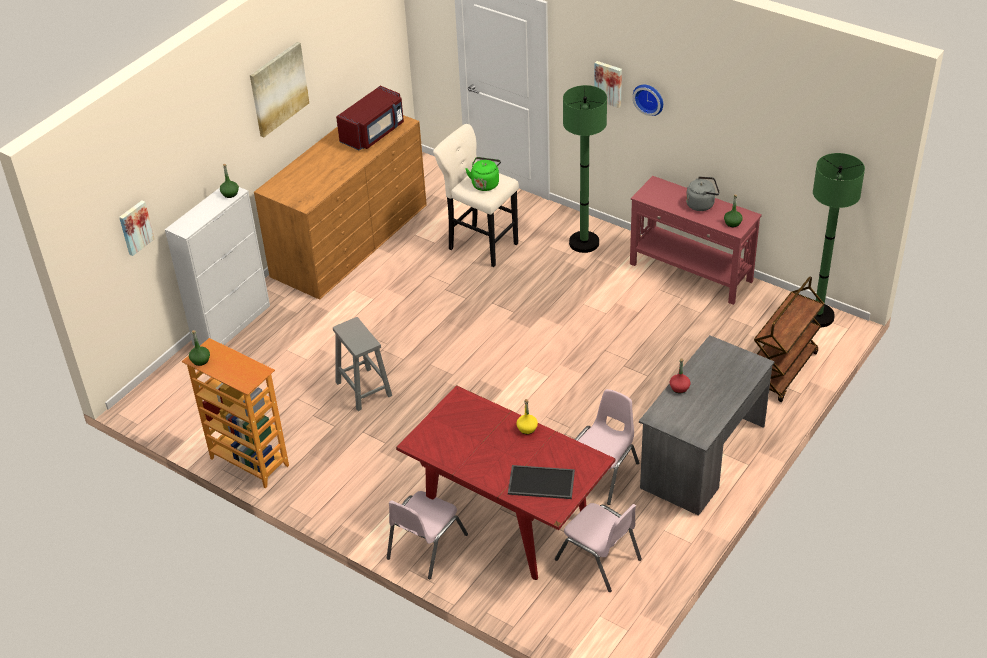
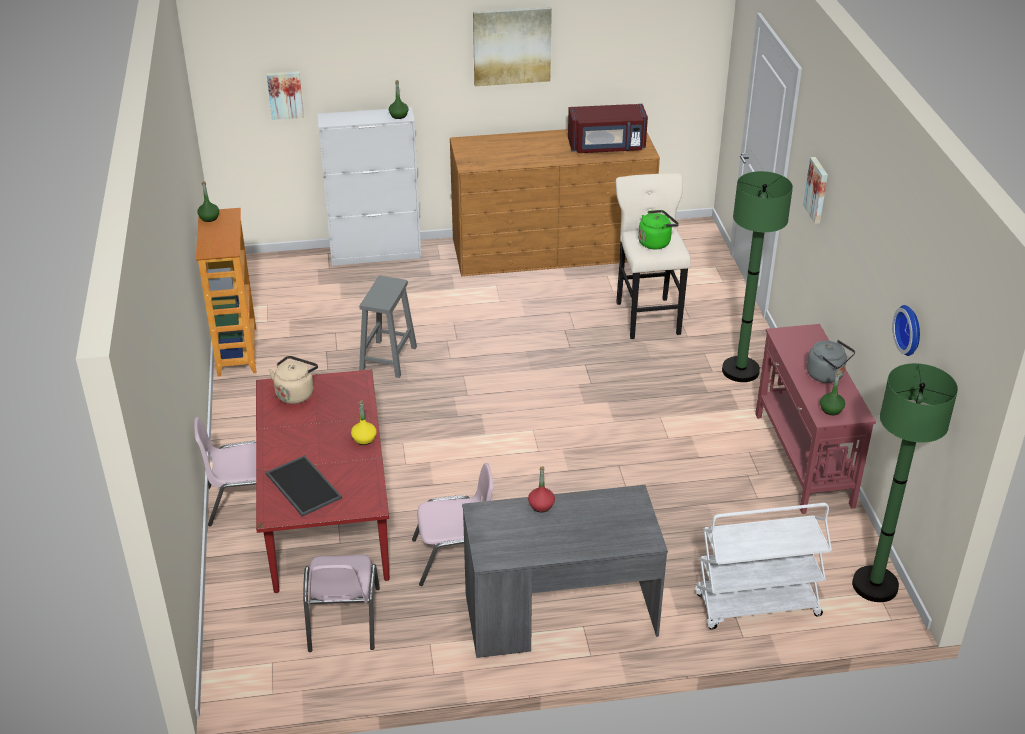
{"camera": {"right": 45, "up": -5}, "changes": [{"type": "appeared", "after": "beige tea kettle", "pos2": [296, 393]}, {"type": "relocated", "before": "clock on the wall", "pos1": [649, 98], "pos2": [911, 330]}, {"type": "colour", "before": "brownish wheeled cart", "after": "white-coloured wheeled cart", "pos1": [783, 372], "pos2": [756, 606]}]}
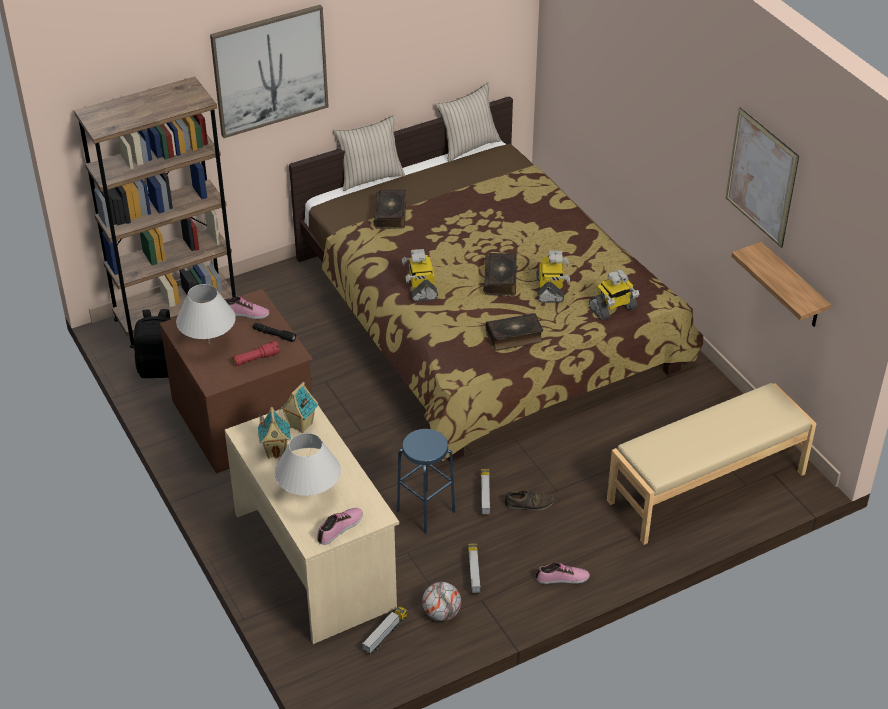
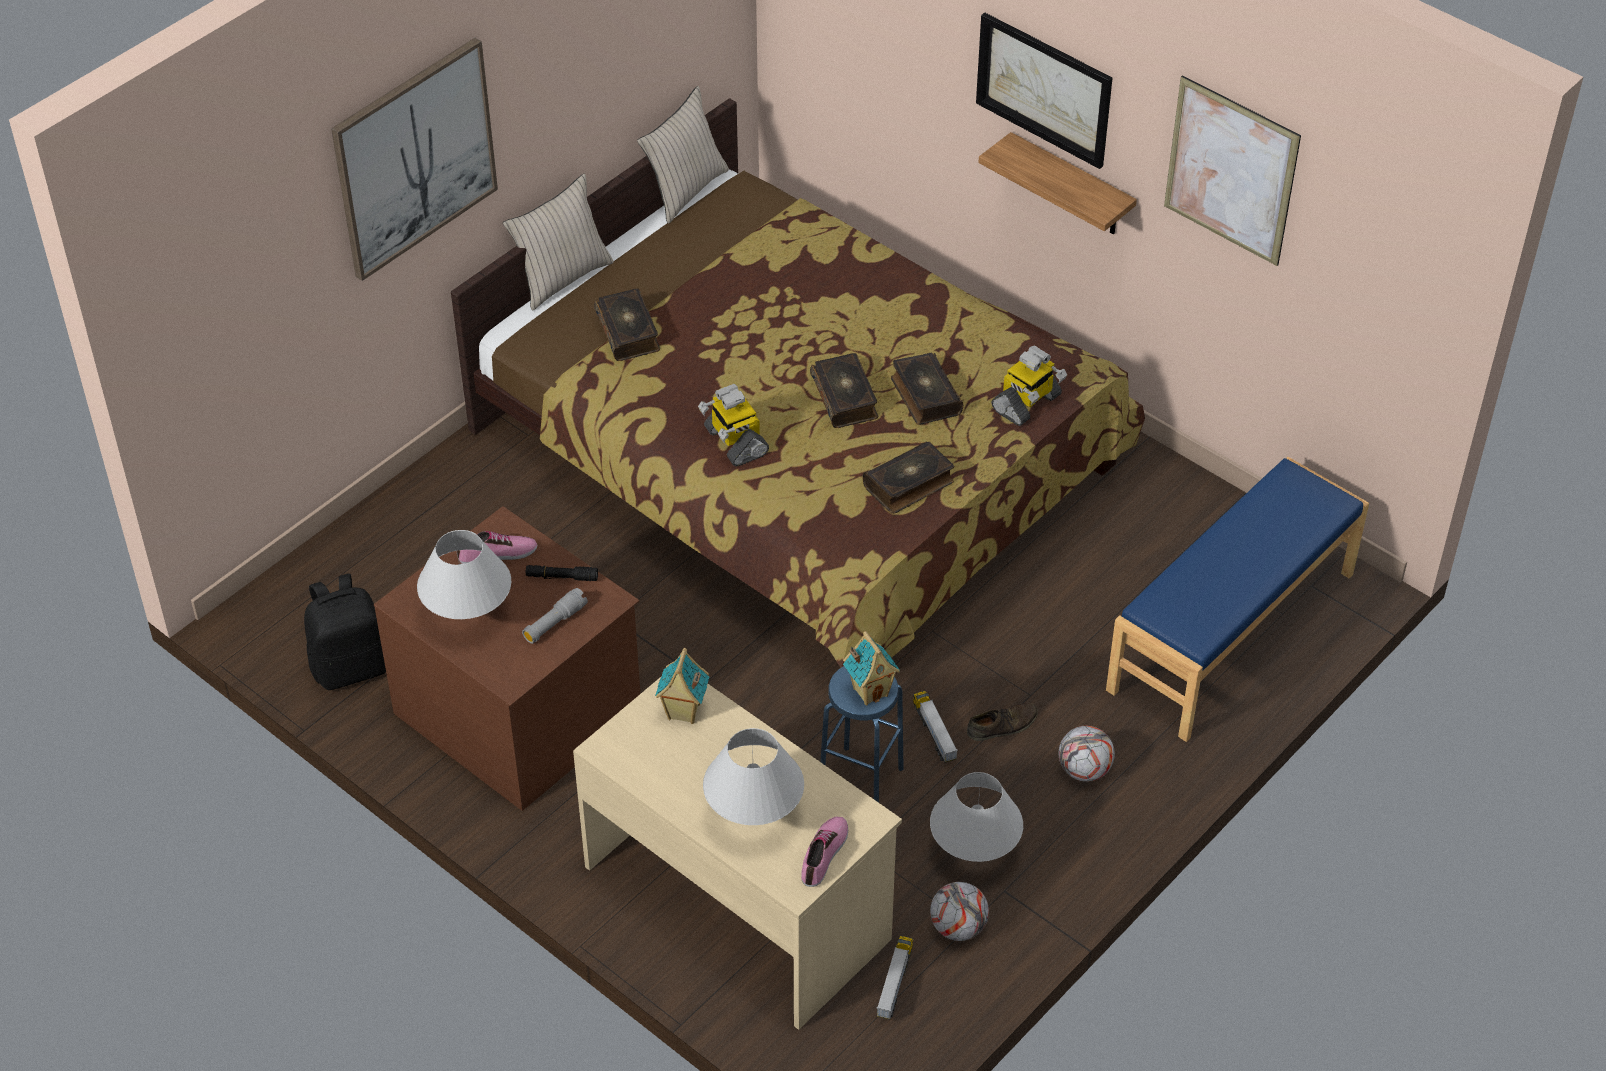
{"camera": {"right": -20, "up": 5}, "changes": [{"type": "missing", "before": "brownish shelving unit", "pos1": [176, 315]}, {"type": "missing", "before": "low shoe", "pos1": [562, 578]}, {"type": "appeared", "after": "wall art", "pos2": [1044, 89]}, {"type": "appeared", "after": "football ball", "pos2": [1084, 770]}, {"type": "relocated", "before": "model house", "pos1": [276, 451], "pos2": [870, 691]}, {"type": "relocated", "before": "wall shelf", "pos1": [792, 287], "pos2": [1071, 187]}, {"type": "exchanged", "before": "toy lorry", "after": "white-coloured table lamp", "pos1": [474, 573], "pos2": [974, 853]}, {"type": "exchanged", "before": "model robot", "after": "book", "pos1": [550, 290], "pos2": [925, 396]}, {"type": "colour", "before": "red hand torch", "after": "greyish hand torch", "pos1": [256, 359], "pos2": [555, 623]}, {"type": "colour", "before": "beige long seat", "after": "bluish long seat", "pos1": [707, 488], "pos2": [1233, 632]}]}
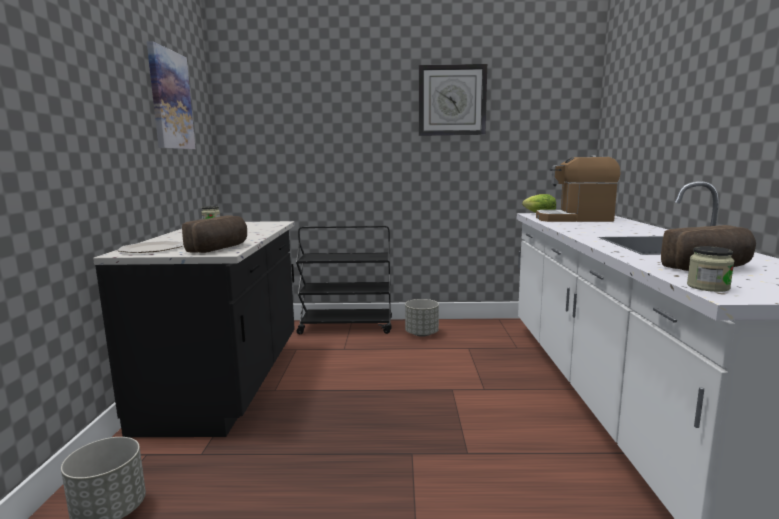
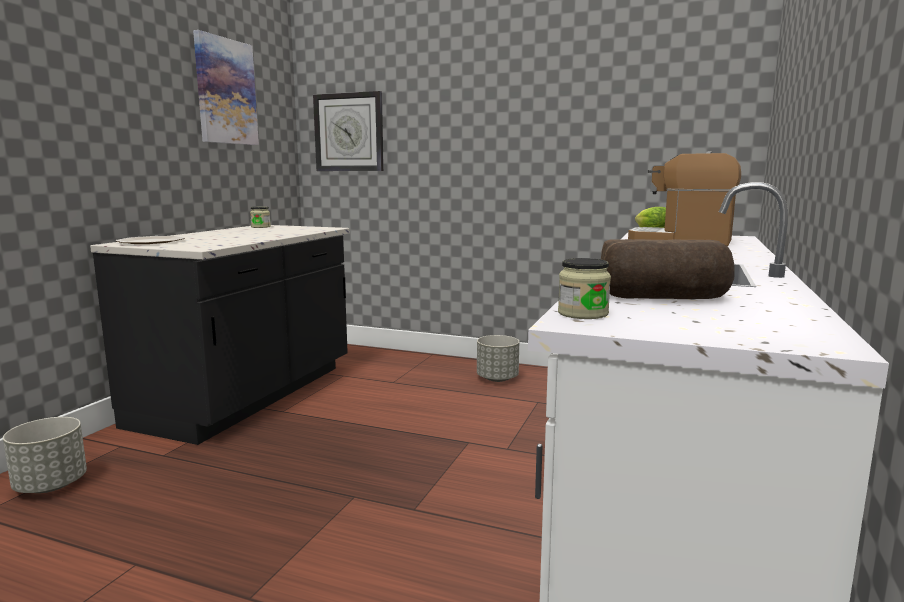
{"camera": {"right": 20, "up": 0}, "changes": [{"type": "missing", "before": "bakery bread", "pos1": [220, 248]}, {"type": "missing", "before": "black wheeled cart", "pos1": [347, 327]}, {"type": "relocated", "before": "clock on the wall", "pos1": [452, 100], "pos2": [349, 132]}]}
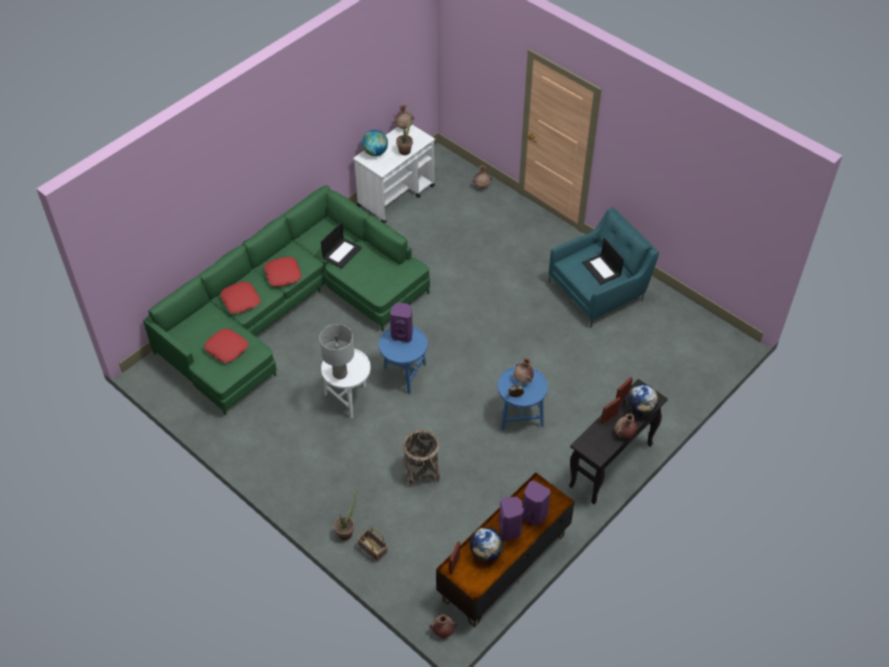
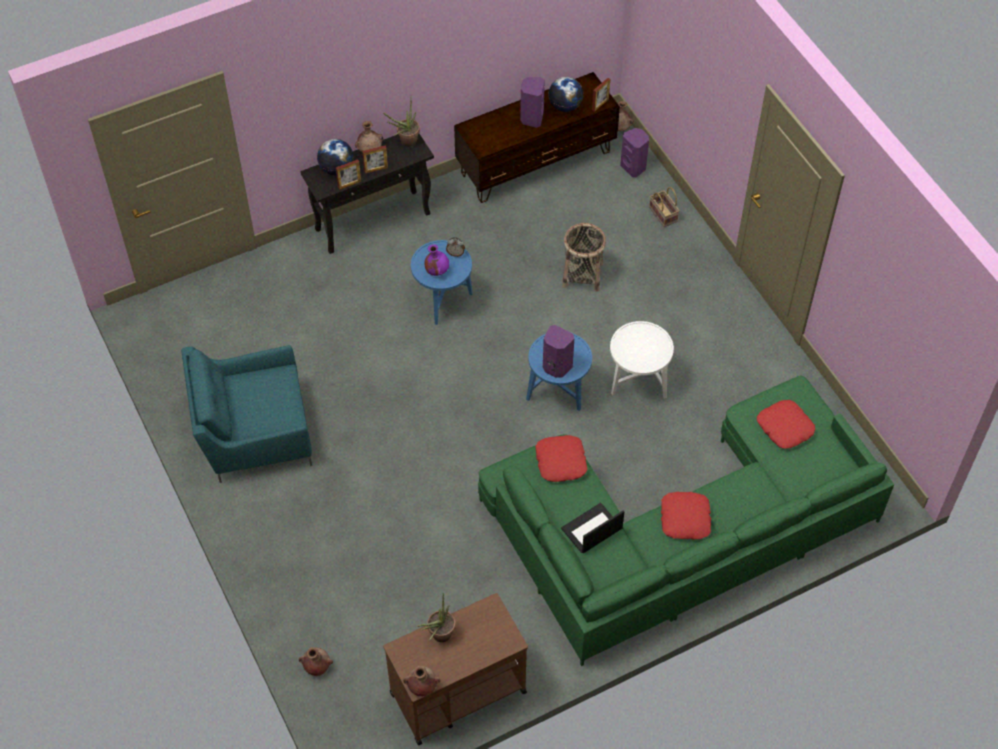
{"camera": {"right": -160, "up": 5}, "changes": [{"type": "missing", "before": "greyish table lamp", "pos1": [340, 374]}, {"type": "missing", "before": "desk globe", "pos1": [375, 152]}, {"type": "missing", "before": "notebook computer", "pos1": [602, 269]}, {"type": "relocated", "before": "red pillow", "pos1": [241, 300], "pos2": [560, 462]}, {"type": "relocated", "before": "houseplant", "pos1": [347, 531], "pos2": [405, 142]}, {"type": "relocated", "before": "purple-coloured audio speaker", "pos1": [533, 515], "pos2": [634, 167]}, {"type": "colour", "before": "white-coloured wheeled cart", "after": "brownish wheeled cart", "pos1": [396, 195], "pos2": [457, 692]}, {"type": "colour", "before": "brownish flower vase", "after": "purple-coloured flower vase", "pos1": [523, 379], "pos2": [437, 270]}]}
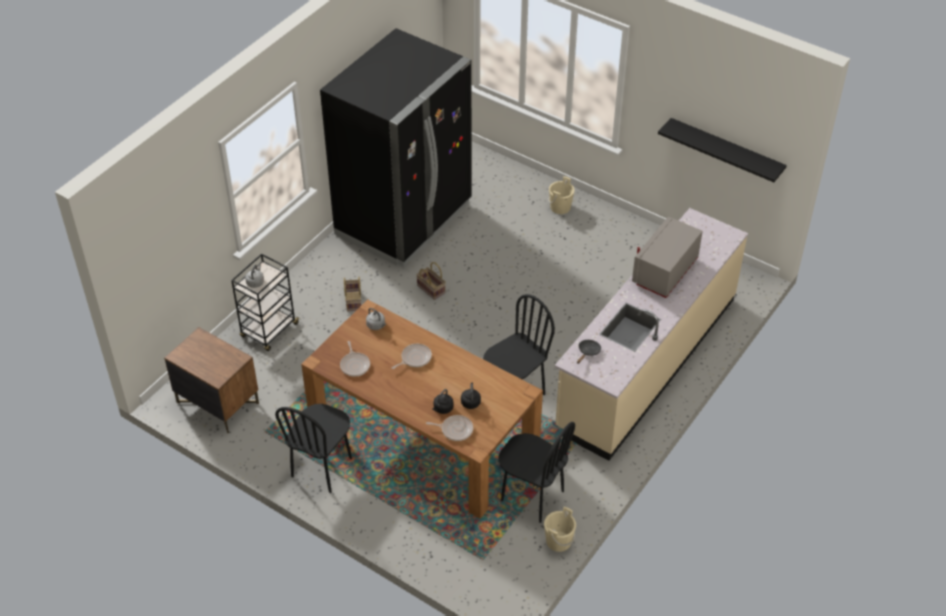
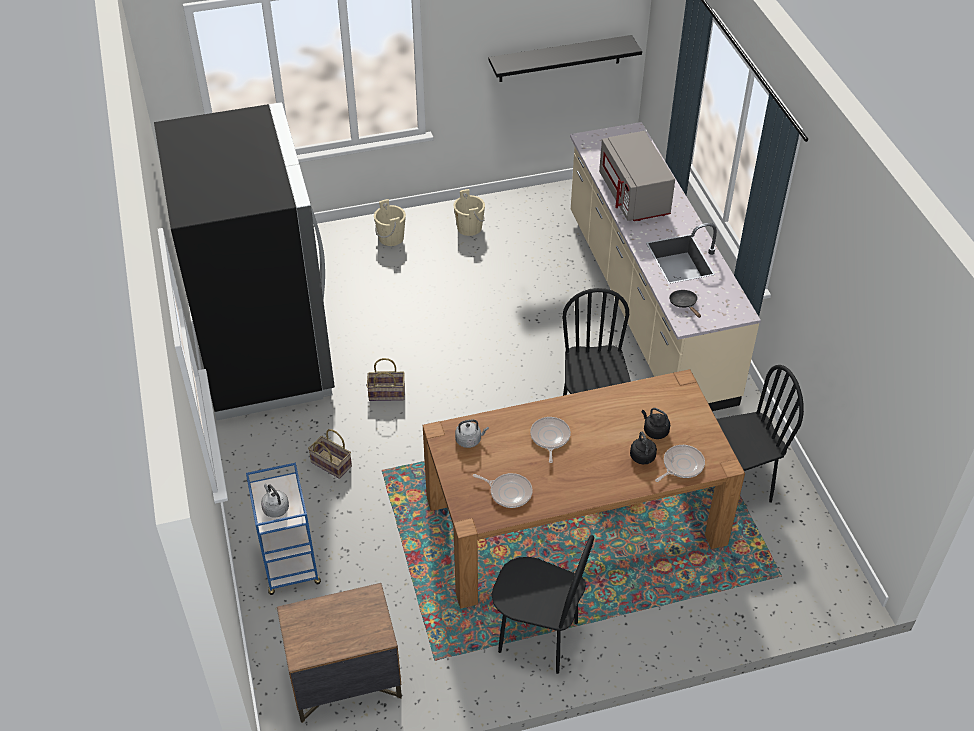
{"camera": {"right": -50, "up": 0}, "changes": [{"type": "relocated", "before": "beige water bucket", "pos1": [558, 541], "pos2": [469, 227]}, {"type": "colour", "before": "black wheeled cart", "after": "bluish wheeled cart", "pos1": [269, 331], "pos2": [290, 564]}, {"type": "spun", "before": "black upright chair", "pos1": [322, 468], "pos2": [538, 638], "turn": -45}]}
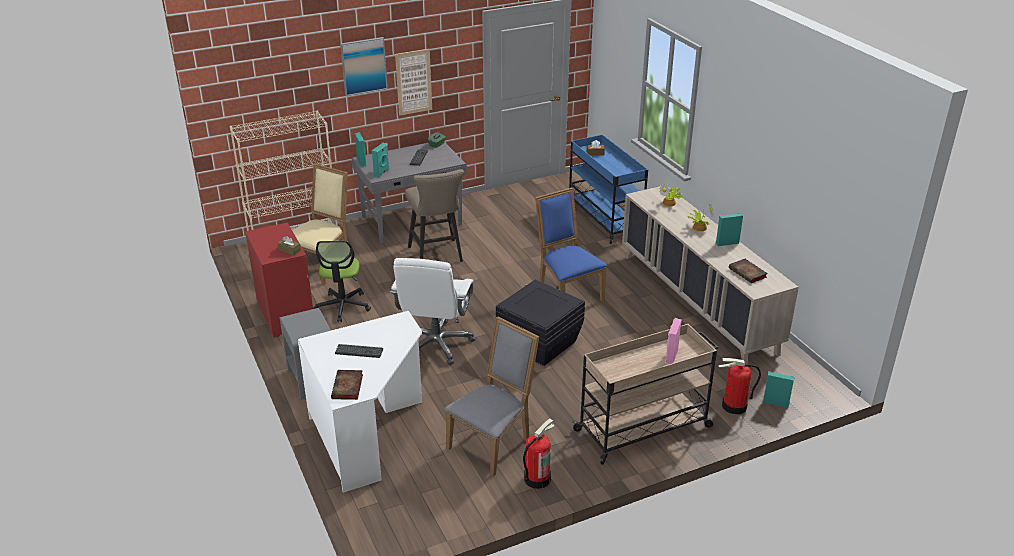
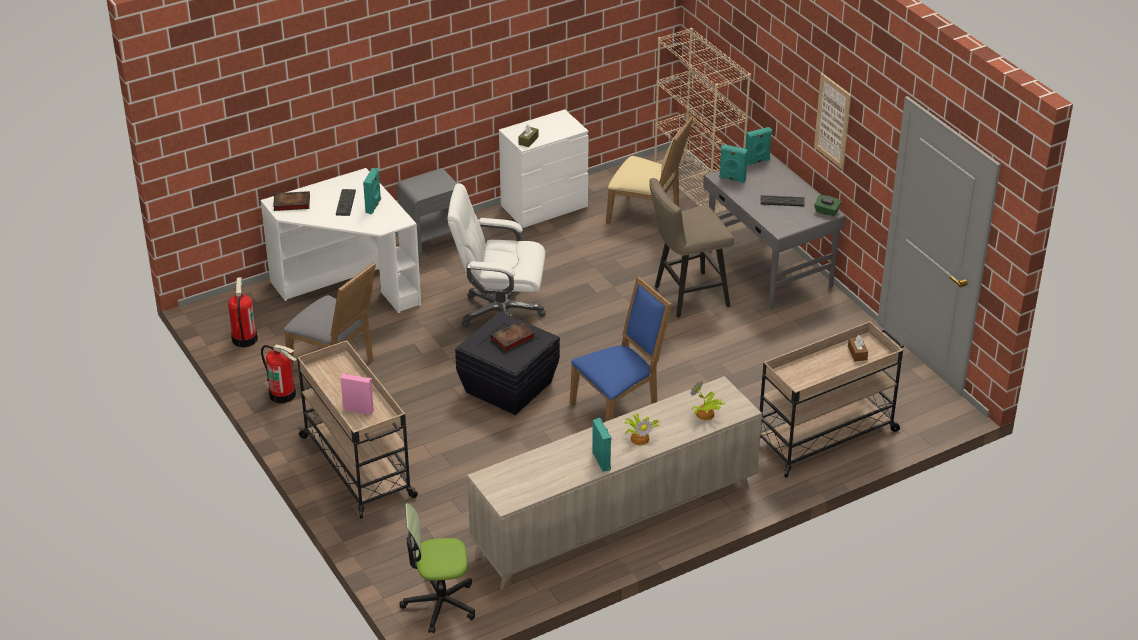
{"camera": {"right": 85, "up": 5}, "changes": [{"type": "missing", "before": "wall art", "pos1": [363, 66]}, {"type": "relocated", "before": "computer chair", "pos1": [343, 306], "pos2": [439, 604]}, {"type": "relocated", "before": "extinguisher", "pos1": [734, 406], "pos2": [244, 339]}, {"type": "relocated", "before": "book", "pos1": [748, 273], "pos2": [512, 339]}, {"type": "relocated", "before": "turquoise-coloured audio speaker", "pos1": [775, 402], "pos2": [374, 206]}, {"type": "colour", "before": "red drawer chest", "after": "white-coloured drawer chest", "pos1": [285, 314], "pos2": [544, 207]}, {"type": "colour", "before": "bluish wheeled cart", "after": "beige wheeled cart", "pos1": [603, 218], "pos2": [826, 436]}]}
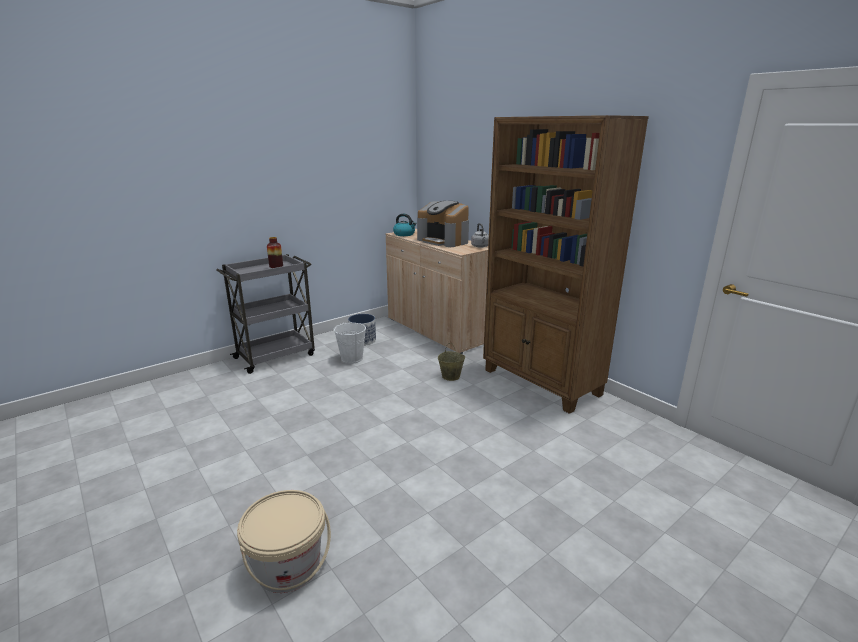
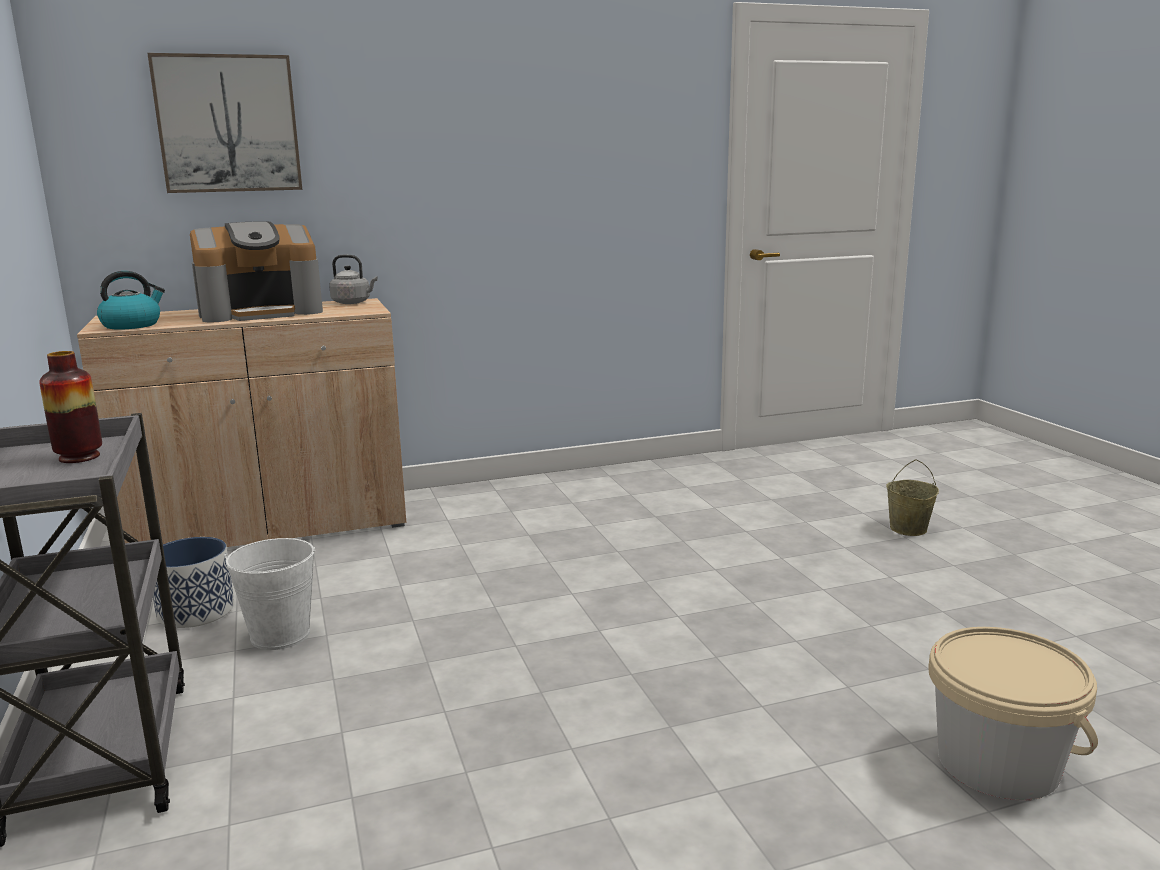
{"camera": {"right": -70, "up": -5}, "changes": [{"type": "missing", "before": "brownish shelving unit", "pos1": [541, 383]}, {"type": "appeared", "after": "wall art", "pos2": [228, 124]}, {"type": "relocated", "before": "beige water bucket", "pos1": [450, 376], "pos2": [908, 529]}]}
